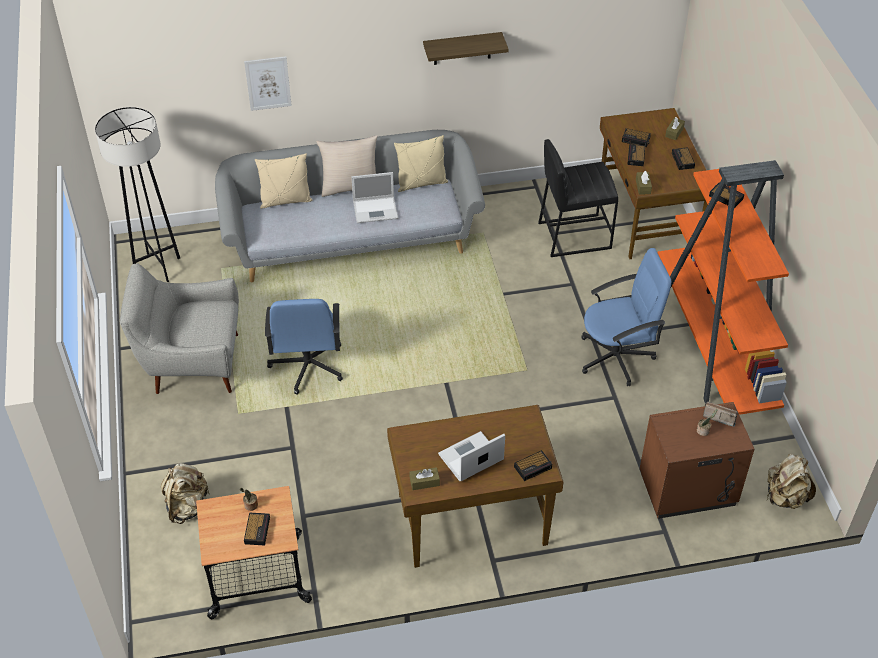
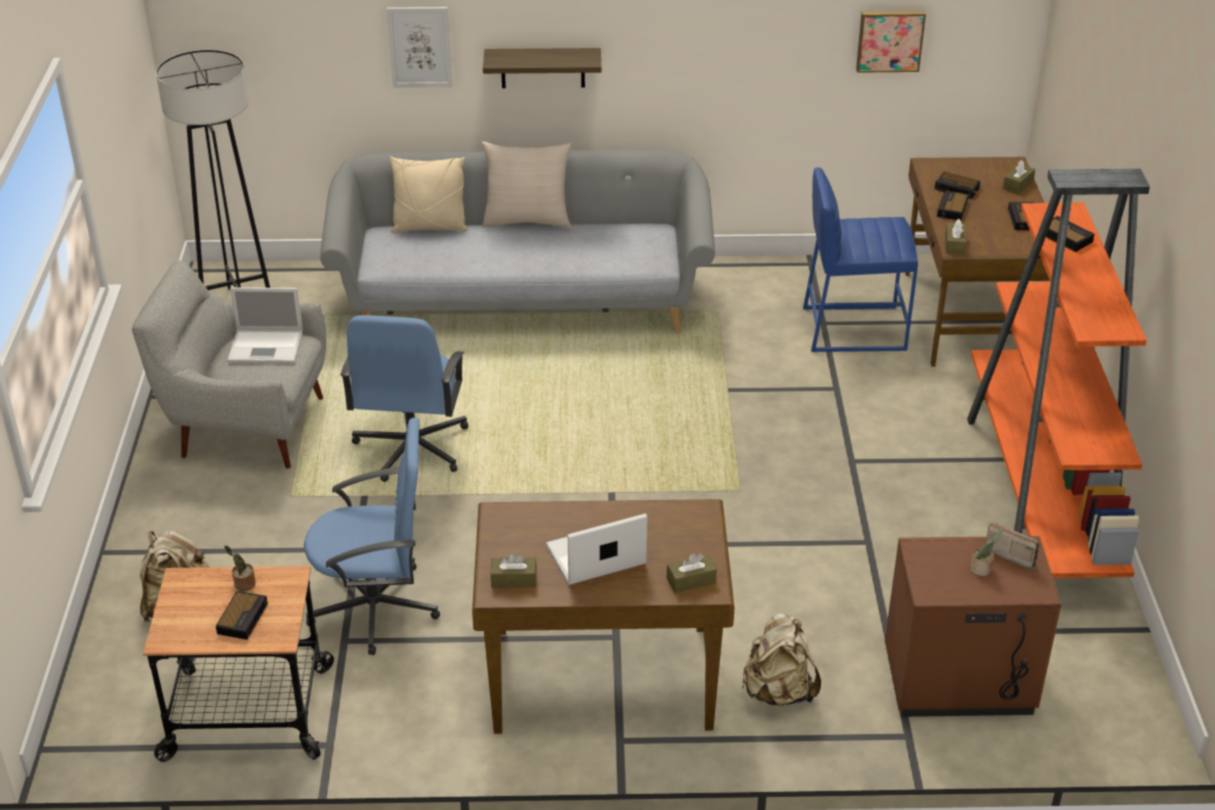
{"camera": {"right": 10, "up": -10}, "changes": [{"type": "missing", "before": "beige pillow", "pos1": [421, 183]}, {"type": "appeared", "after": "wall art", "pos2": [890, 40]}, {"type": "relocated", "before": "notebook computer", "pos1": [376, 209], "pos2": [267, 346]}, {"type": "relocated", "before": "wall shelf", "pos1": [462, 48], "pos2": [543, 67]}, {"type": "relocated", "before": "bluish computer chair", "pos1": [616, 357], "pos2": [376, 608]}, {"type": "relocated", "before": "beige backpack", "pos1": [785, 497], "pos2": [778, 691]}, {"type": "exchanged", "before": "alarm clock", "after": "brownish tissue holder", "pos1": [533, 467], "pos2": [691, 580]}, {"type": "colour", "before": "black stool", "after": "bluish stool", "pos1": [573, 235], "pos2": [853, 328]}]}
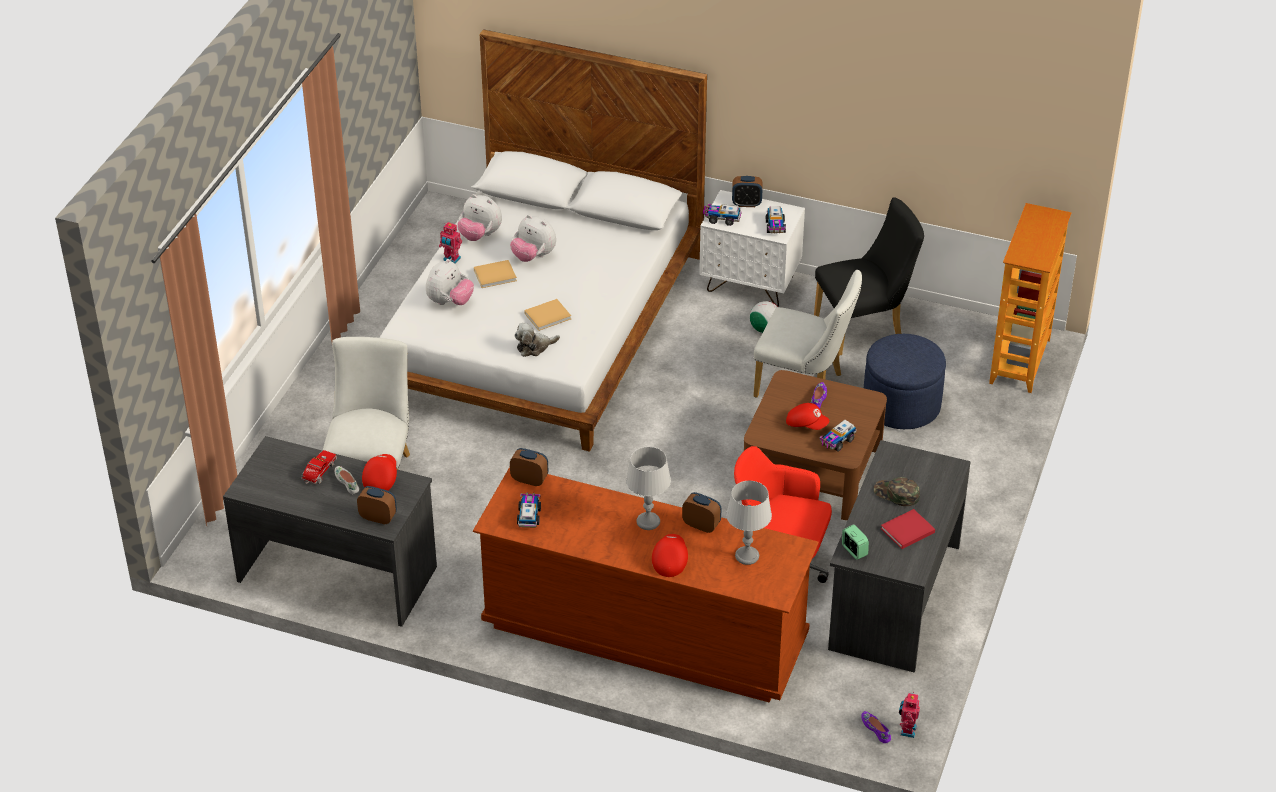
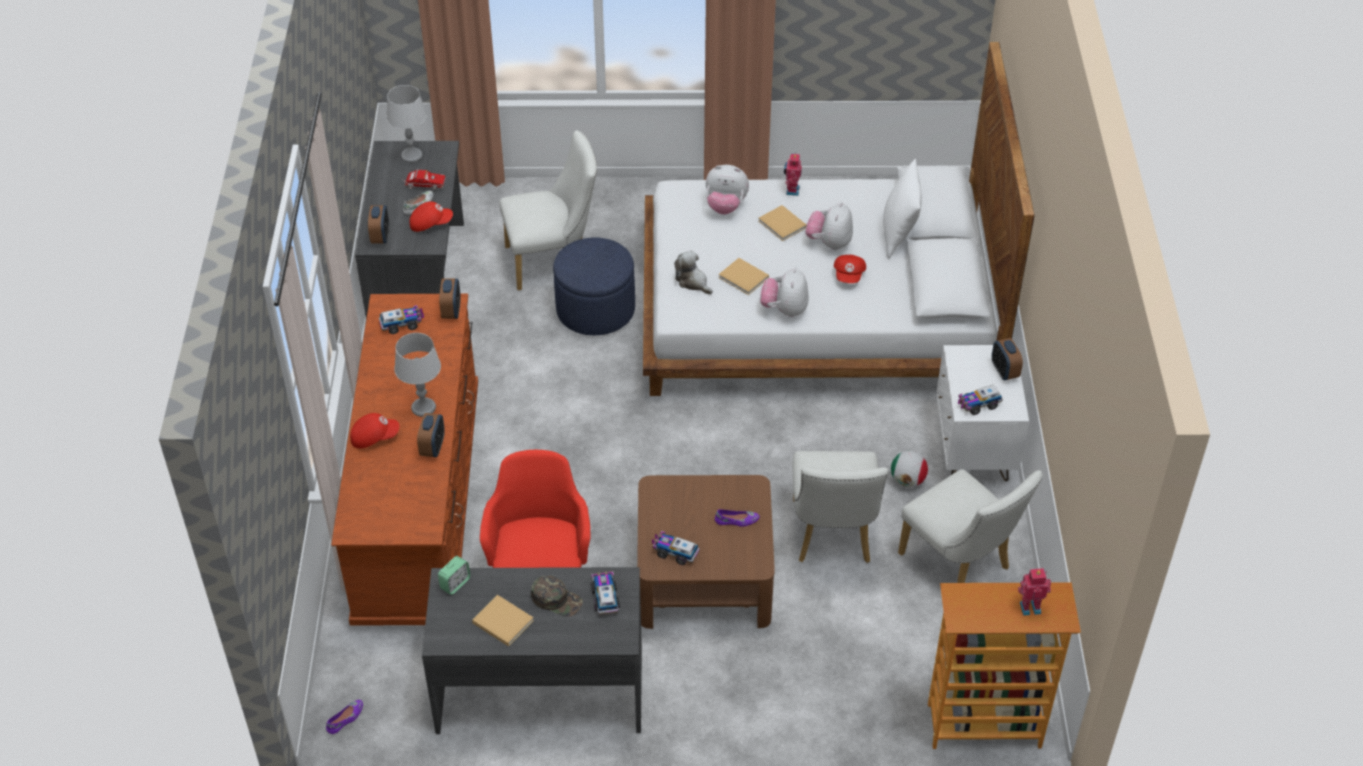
{"camera": {"right": 70, "up": 5}, "changes": [{"type": "appeared", "after": "white-coloured pillow", "pos2": [899, 234]}, {"type": "relocated", "before": "soft toy", "pos1": [480, 235], "pos2": [784, 309]}, {"type": "relocated", "before": "toy lorry", "pos1": [721, 219], "pos2": [605, 597]}, {"type": "relocated", "before": "greyish table lamp", "pos1": [746, 556], "pos2": [412, 155]}, {"type": "relocated", "before": "red baseball cap", "pos1": [806, 424], "pos2": [849, 275]}, {"type": "relocated", "before": "bluish footrest", "pos1": [901, 405], "pos2": [595, 309]}, {"type": "relocated", "before": "model robot", "pos1": [907, 730], "pos2": [1030, 606]}, {"type": "colour", "before": "black upright chair", "after": "white-coloured upright chair", "pos1": [865, 327], "pos2": [960, 565]}, {"type": "colour", "before": "red book", "after": "beige book", "pos1": [906, 531], "pos2": [501, 621]}, {"type": "spun", "before": "green-coloured baseball cap", "pos1": [896, 494], "pos2": [556, 599], "turn": 105}]}
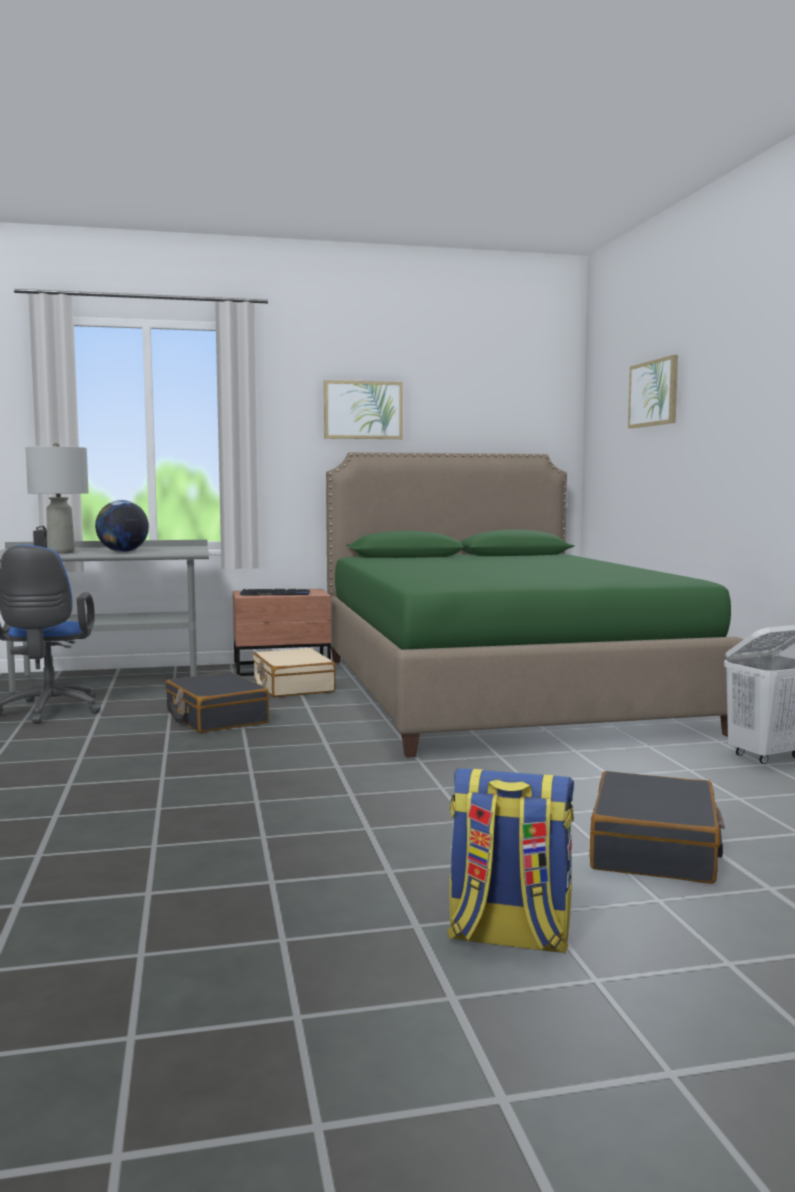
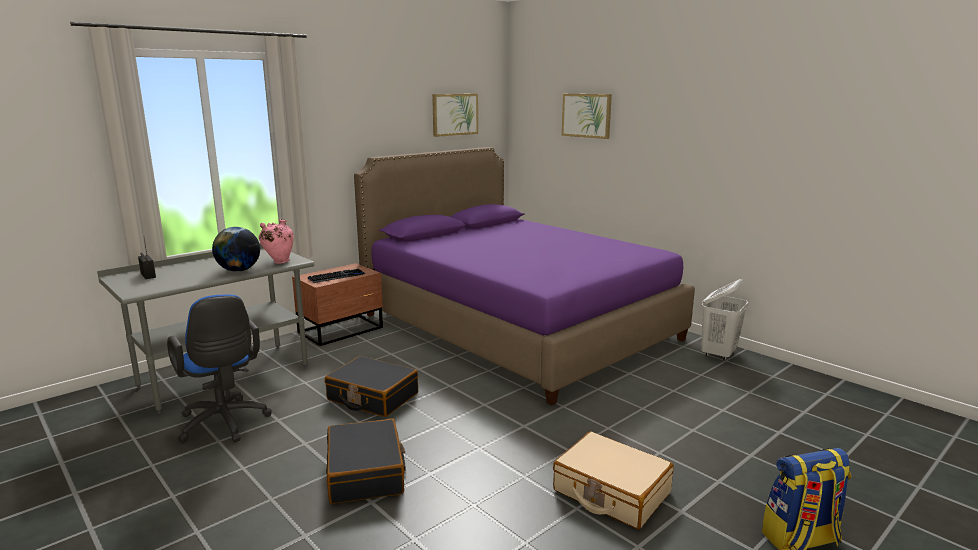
{"camera": {"right": -30, "up": 10}, "changes": [{"type": "missing", "before": "greyish table lamp", "pos1": [61, 553]}, {"type": "appeared", "after": "pink-coloured flower vase", "pos2": [279, 262]}, {"type": "relocated", "before": "beige travel case", "pos1": [292, 686], "pos2": [611, 492]}, {"type": "relocated", "before": "wall art", "pos1": [363, 410], "pos2": [455, 114]}, {"type": "relocated", "before": "black travel case", "pos1": [654, 849], "pos2": [366, 473]}, {"type": "colour", "before": "green-coloured bed", "after": "purple-coloured bed", "pos1": [498, 692], "pos2": [517, 327]}]}
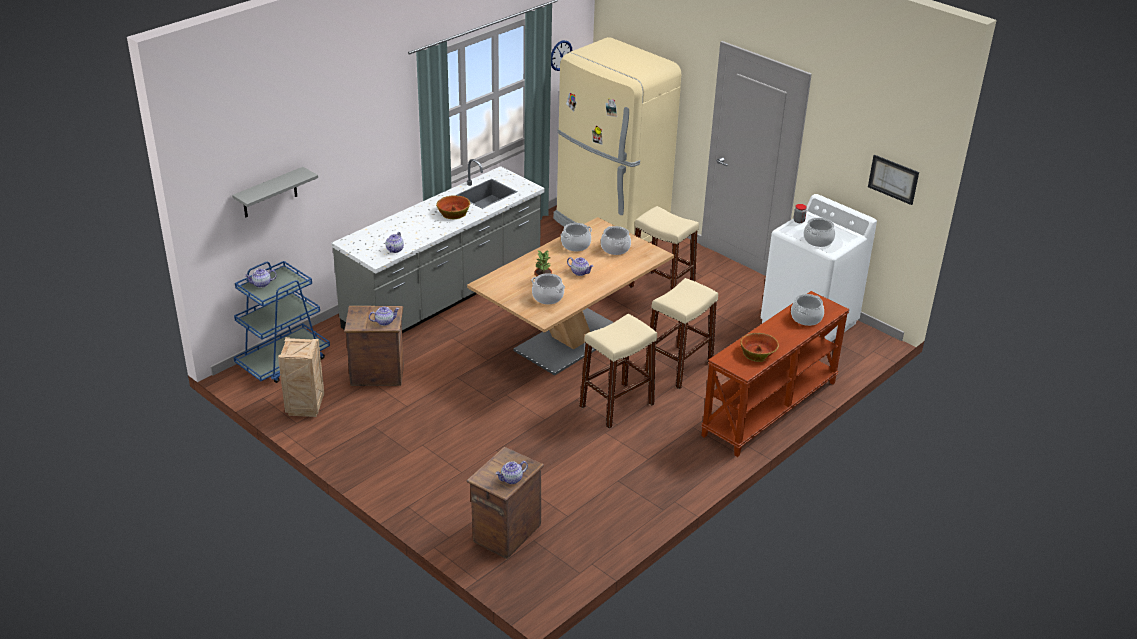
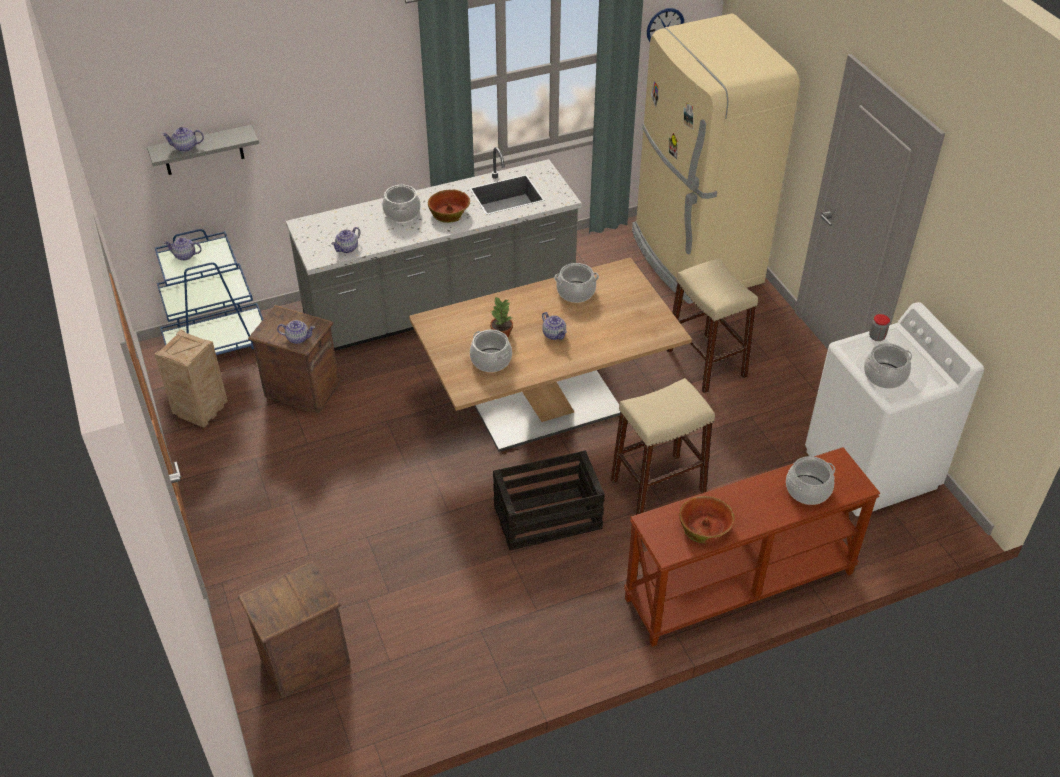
{"camera": {"right": 25, "up": 10}, "changes": [{"type": "missing", "before": "wall art", "pos1": [893, 179]}, {"type": "relocated", "before": "tea pot", "pos1": [511, 479], "pos2": [185, 147]}, {"type": "relocated", "before": "saucepot", "pos1": [615, 248], "pos2": [402, 213]}, {"type": "exchanged", "before": "beige stool", "after": "packing crate", "pos1": [616, 405], "pos2": [546, 518]}]}
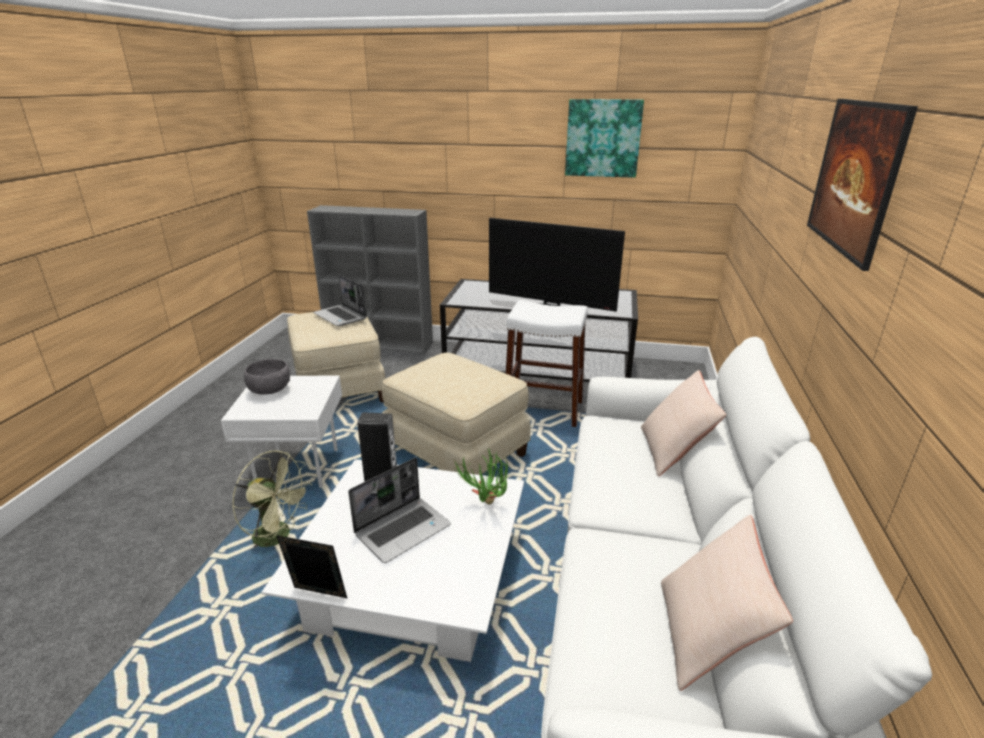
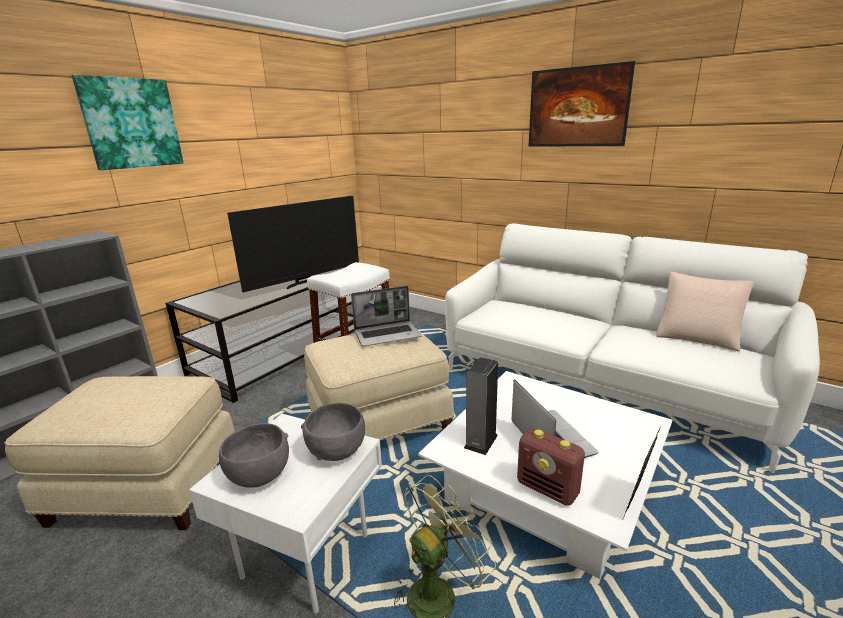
{"camera": {"right": -65, "up": -5}, "changes": [{"type": "missing", "before": "houseplant", "pos1": [486, 507]}, {"type": "missing", "before": "beige pillow", "pos1": [674, 451]}, {"type": "appeared", "after": "greyish serving bowl", "pos2": [337, 449]}, {"type": "appeared", "after": "radio receiver", "pos2": [548, 489]}, {"type": "relocated", "before": "notebook computer", "pos1": [341, 316], "pos2": [388, 334]}, {"type": "relocated", "before": "wall art", "pos1": [603, 138], "pos2": [131, 123]}]}
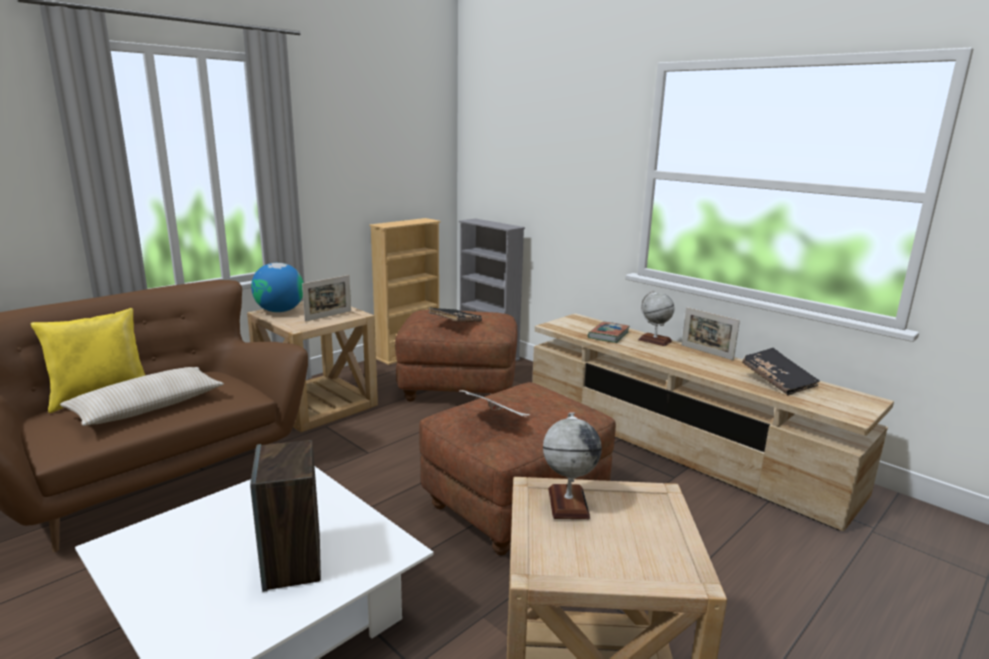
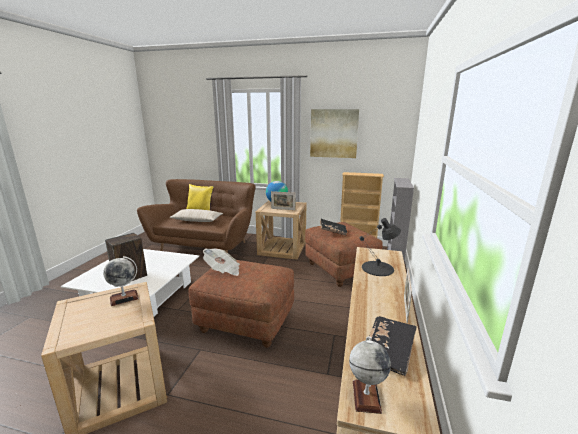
{"camera": {"right": 60, "up": 0}, "changes": [{"type": "appeared", "after": "wall art", "pos2": [334, 133]}, {"type": "relocated", "before": "desk globe", "pos1": [654, 340], "pos2": [366, 396]}, {"type": "exchanged", "before": "book", "after": "black table lamp", "pos1": [608, 335], "pos2": [378, 268]}]}
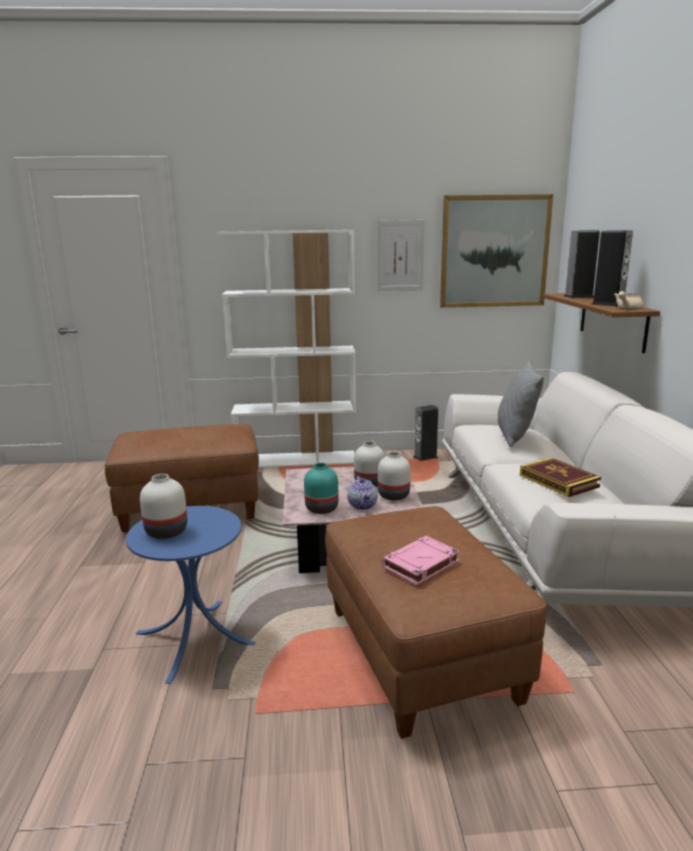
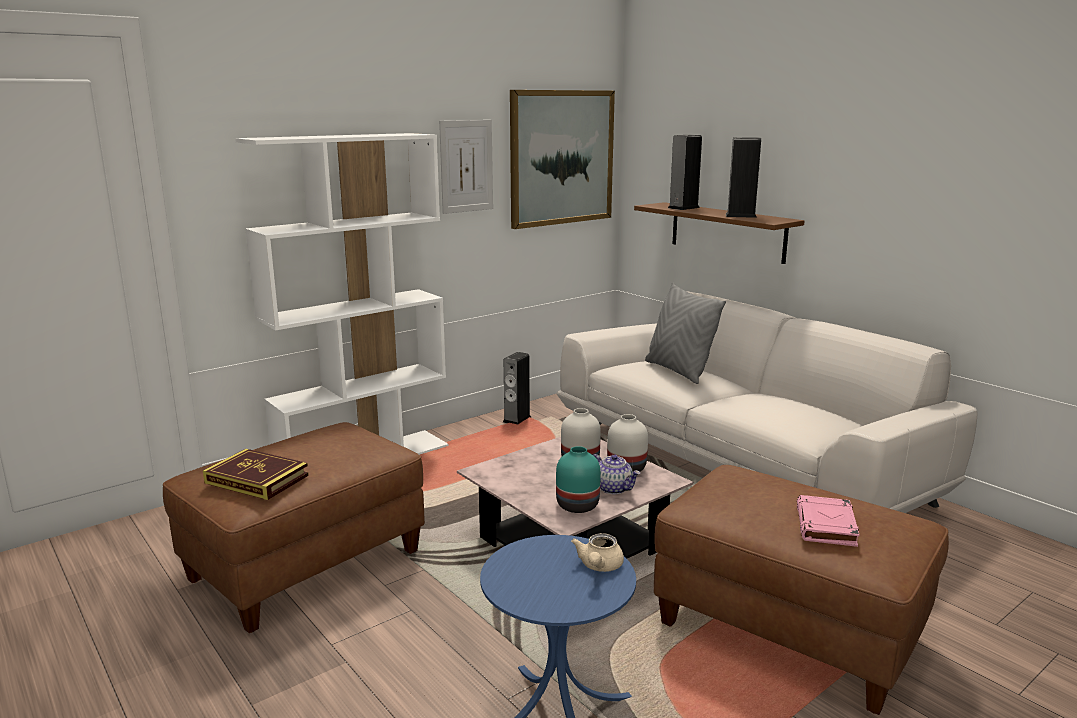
{"camera": {"right": -35, "up": 0}, "changes": [{"type": "missing", "before": "white-coloured flower vase", "pos1": [167, 531]}, {"type": "relocated", "before": "book", "pos1": [558, 481], "pos2": [257, 479]}, {"type": "relocated", "before": "beige tea pot", "pos1": [627, 308], "pos2": [599, 566]}]}
